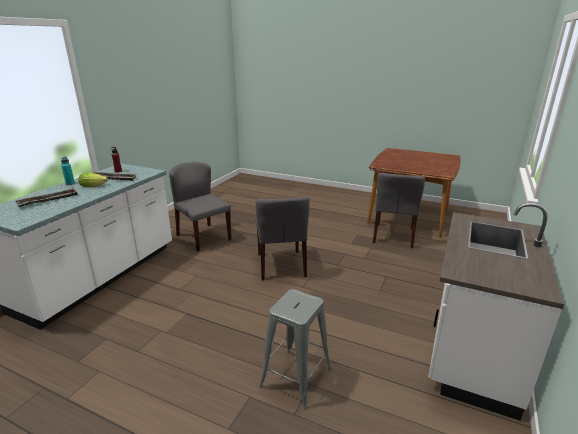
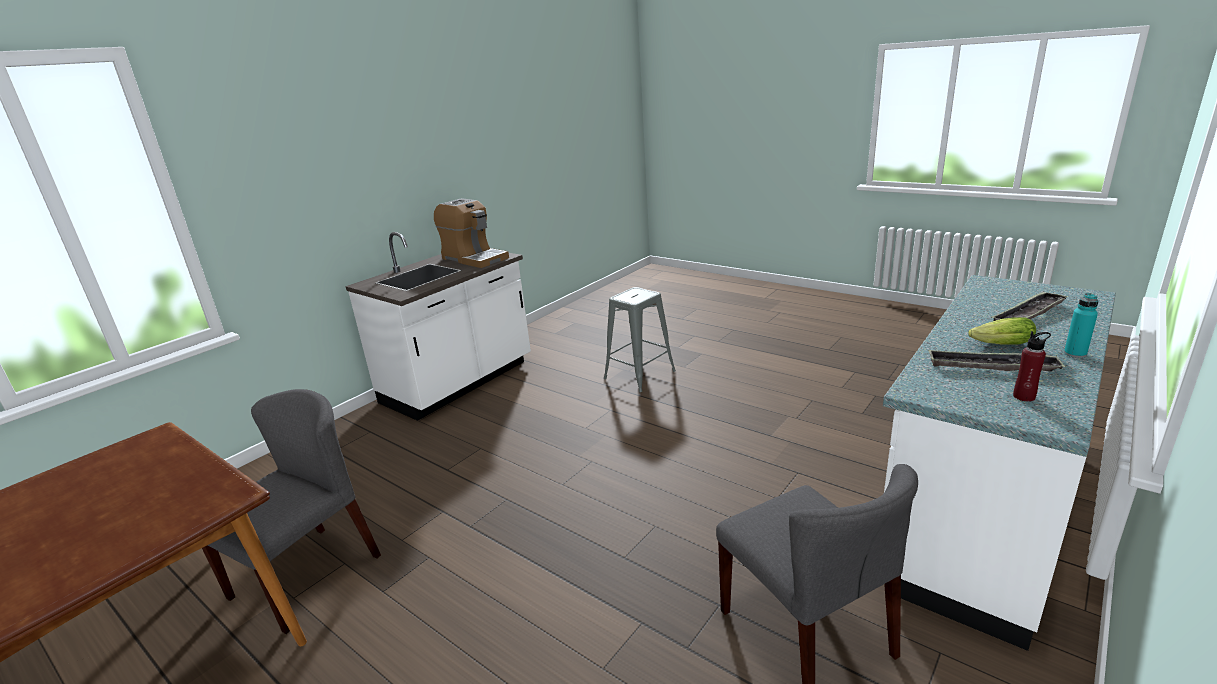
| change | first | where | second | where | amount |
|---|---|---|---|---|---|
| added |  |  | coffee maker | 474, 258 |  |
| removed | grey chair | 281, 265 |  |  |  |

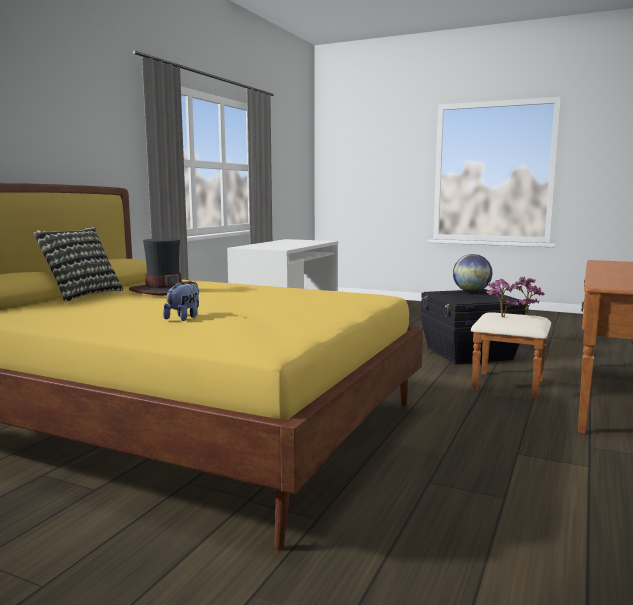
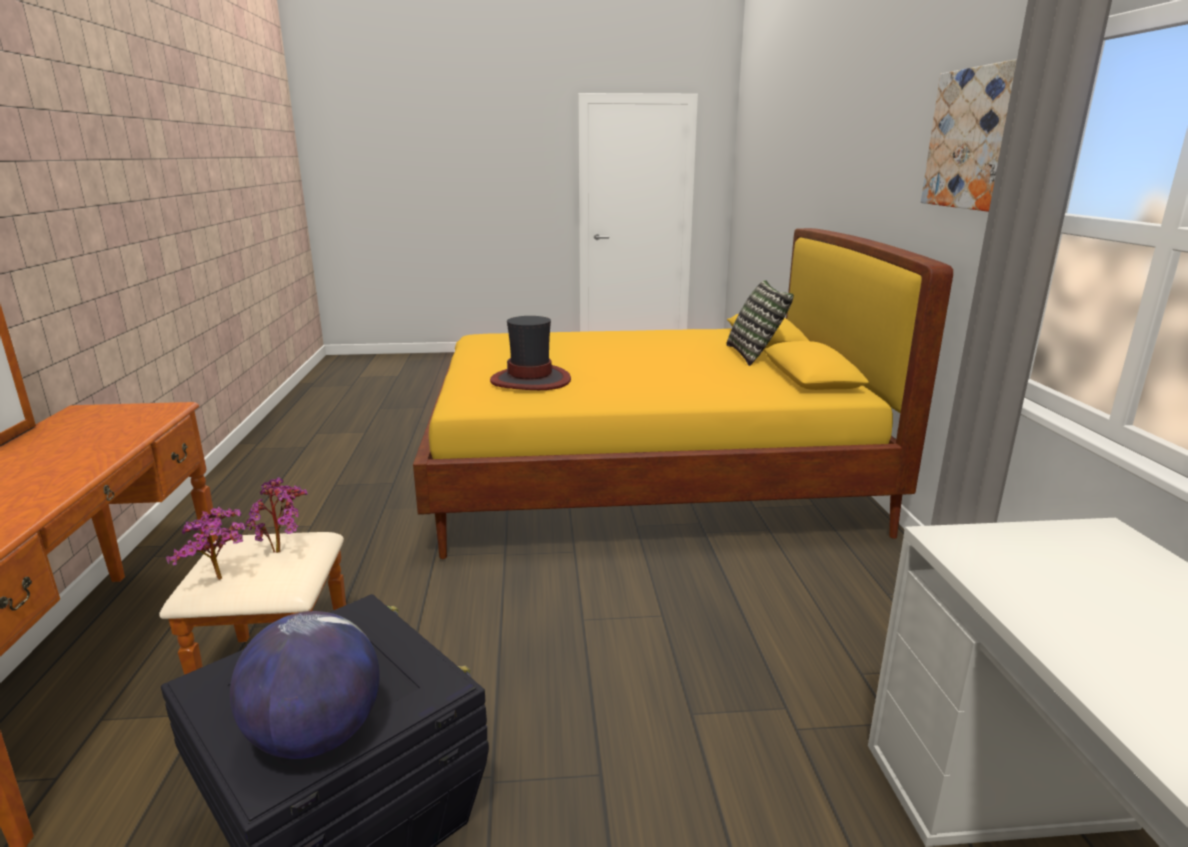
| change | first | where | second | where | amount |
|---|---|---|---|---|---|
| moved | hat | 163, 290 |  | 531, 380 |  |
| added |  |  | wall art | 973, 139 |  |
| removed | soft toy | 184, 318 |  |  |  |

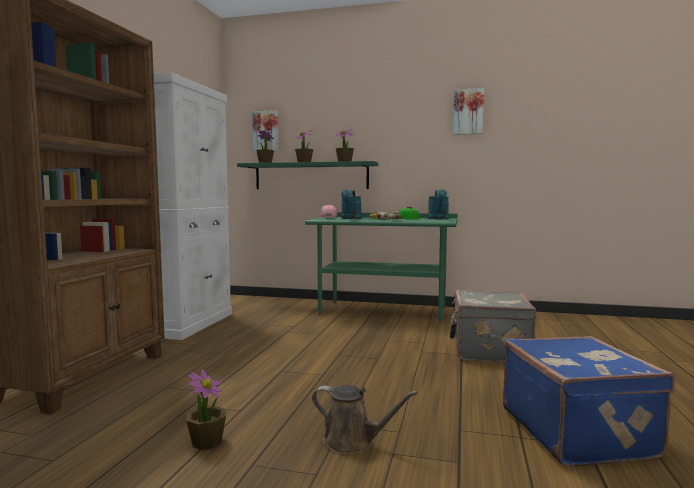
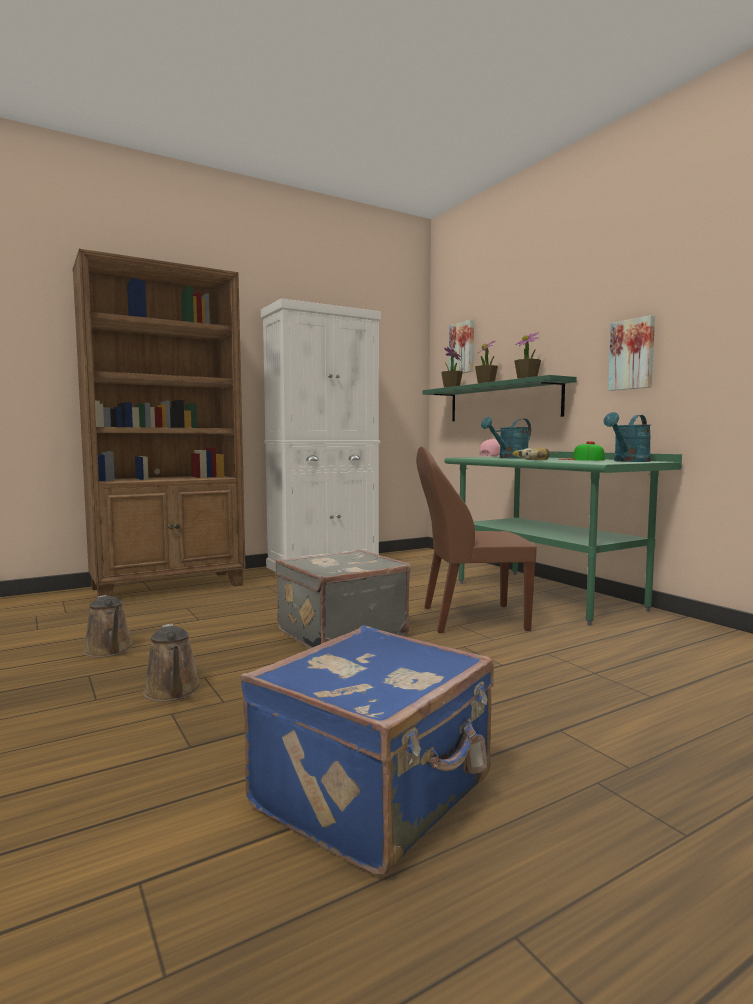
| change | first | where | second | where | amount |
|---|---|---|---|---|---|
| replaced | houseplant | 207, 442 | brown-coloured sprinkling can | 110, 650 |  |
| moved | grey travel case | 488, 350 |  | 339, 632 |  |
| added |  |  | brown-coloured chair | 470, 618 |  |
| moved | wall art | 468, 112 |  | 632, 354 |  |

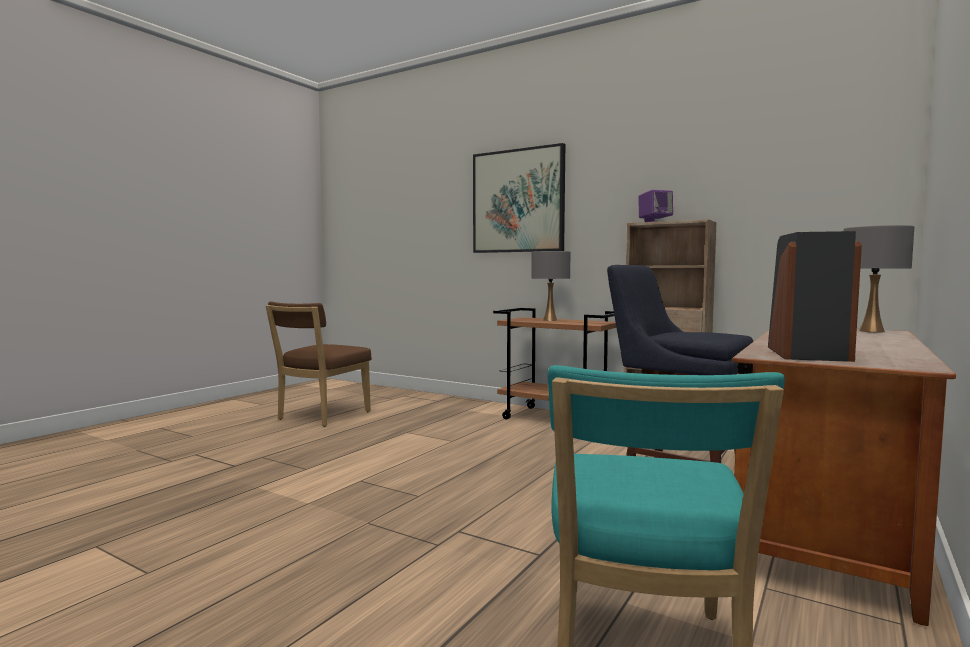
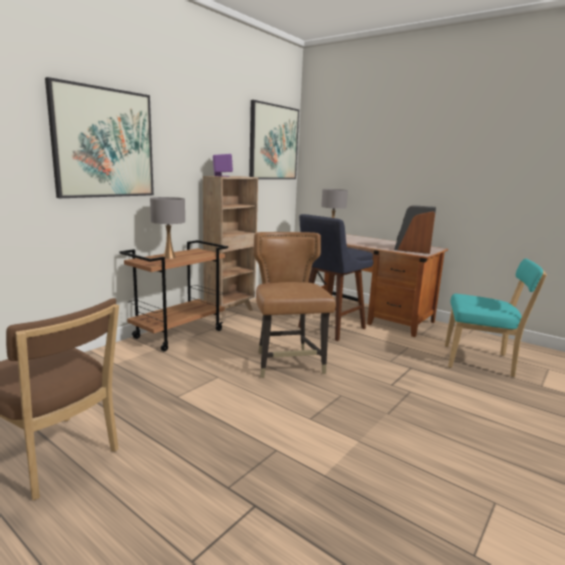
| change | first | where | second | where | amount |
|---|---|---|---|---|---|
| added |  |  | wall art | 273, 142 |  |
| added |  |  | brown-coloured chair | 287, 363 |  |

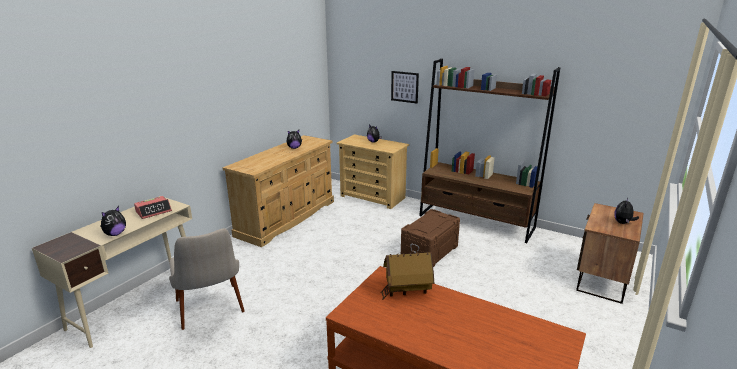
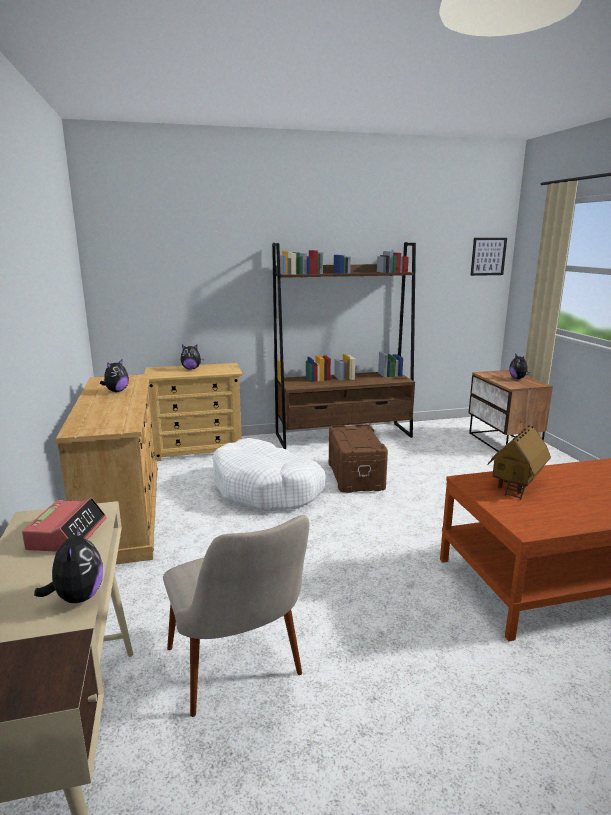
| change | first | where | second | where | amount |
|---|---|---|---|---|---|
| turned | beige chair | 212, 313 |  | 241, 677 | 45 degrees clockwise |
| added |  |  | whitish pet bed | 267, 489 |  |
| moved | wall art | 404, 87 |  | 488, 256 |  |

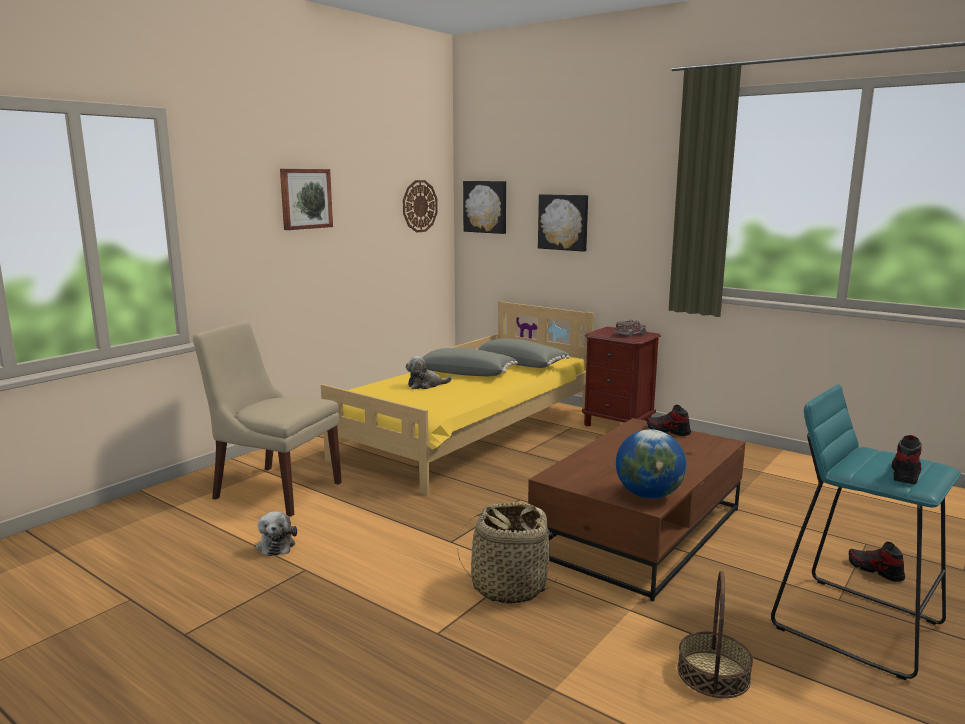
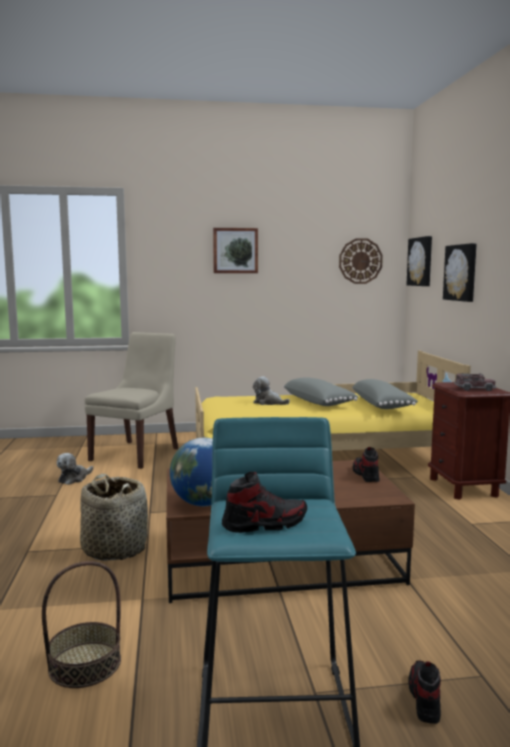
| change | first | where | second | where | amount |
|---|---|---|---|---|---|
| turned | beige chair | 274, 490 |  | 136, 453 | 45 degrees clockwise |

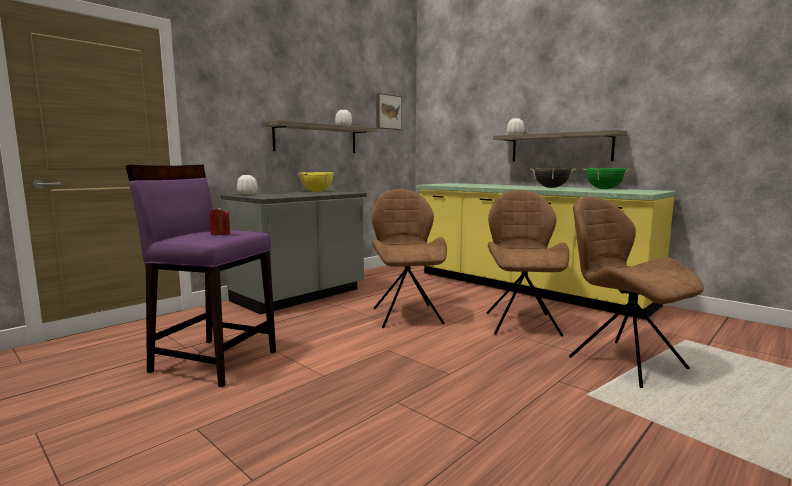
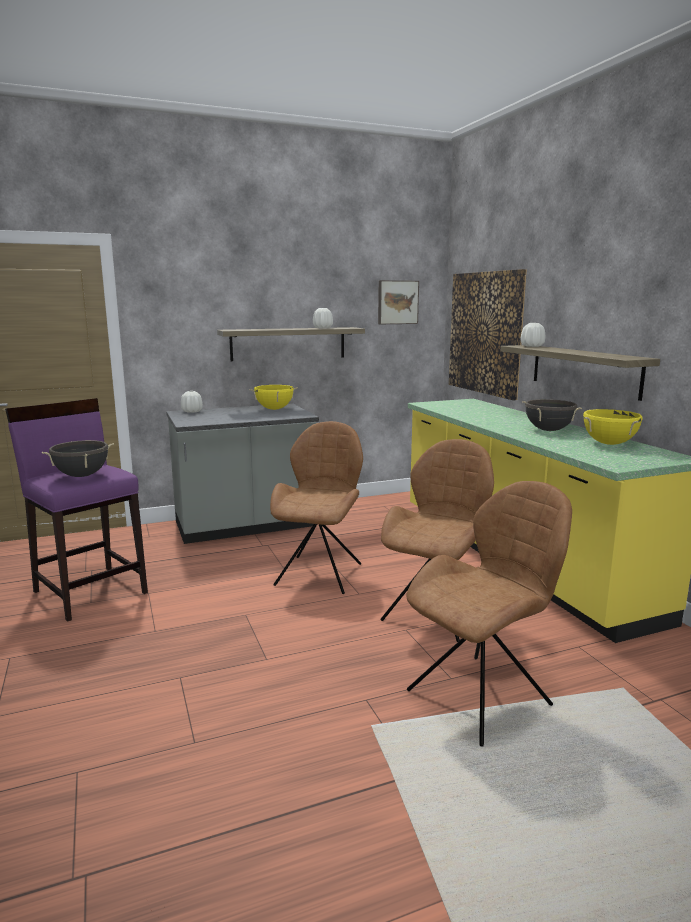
| change | first | where | second | where | amount |
|---|---|---|---|---|---|
| replaced | reddish candle | 220, 234 | black-coloured cooking pot | 82, 476 |  |
| turned | brown-coloured chair | 623, 361 |  | 482, 696 | 60 degrees clockwise |
| added |  |  | wall art | 485, 333 |  |
| recoloured | green-coloured cooking pot | 604, 189 | yellow-coloured cooking pot | 609, 443 |  |

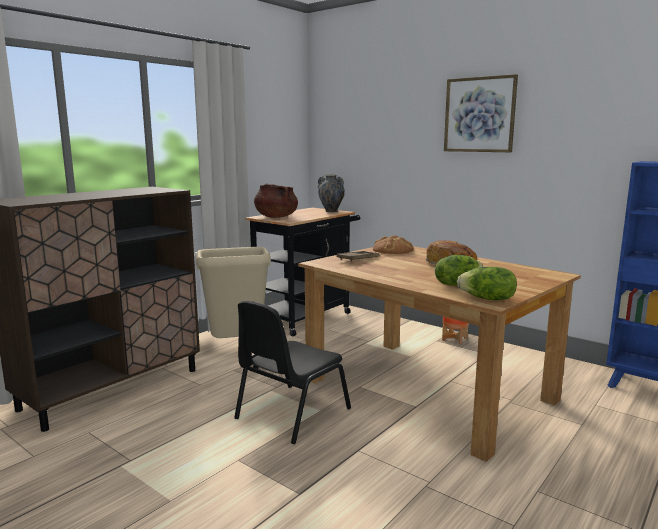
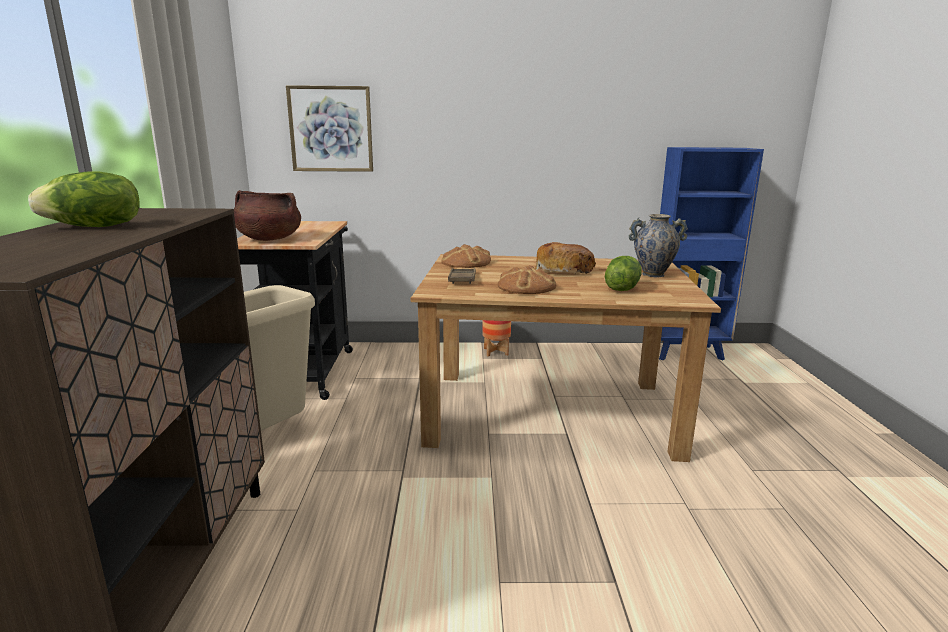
| change | first | where | second | where | amount |
|---|---|---|---|---|---|
| moved | lettuce head | 487, 299 |  | 95, 227 |  |
| moved | wall art | 479, 115 |  | 331, 129 |  |
| added |  |  | bread | 526, 287 |  |
| moved | vase | 331, 211 |  | 653, 274 |  |
| removed | black-coloured chair | 290, 413 |  |  |  |

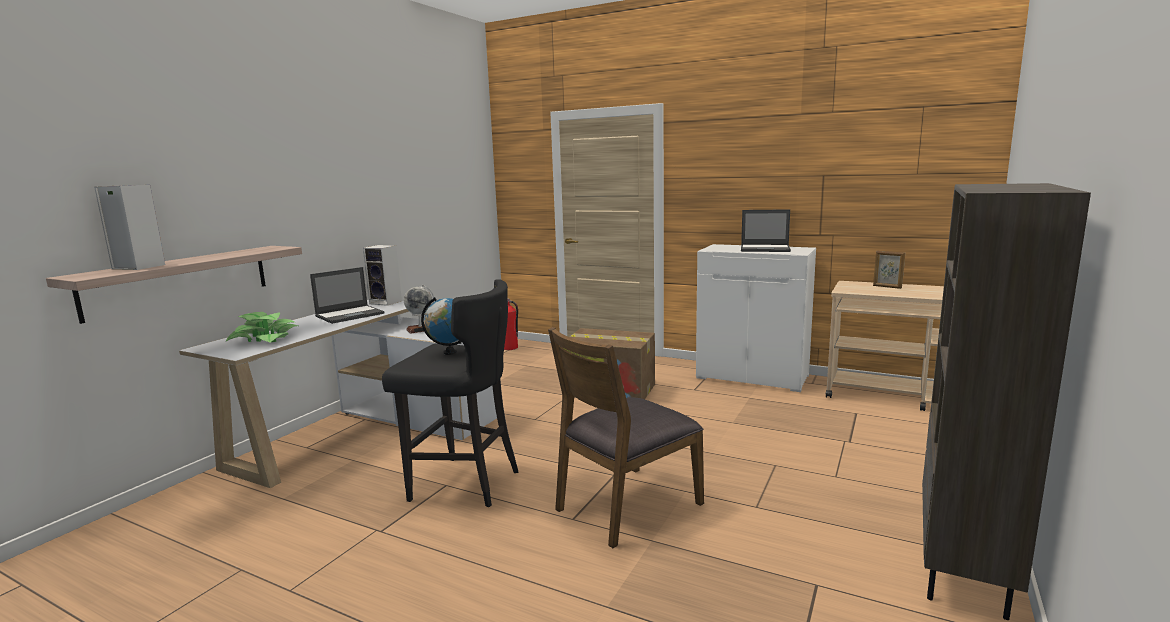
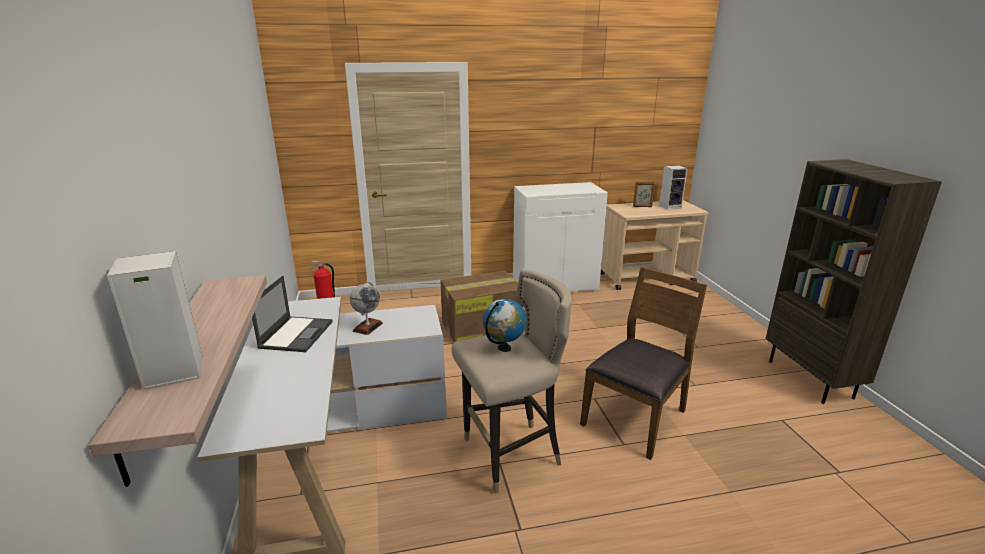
| change | first | where | second | where | amount |
|---|---|---|---|---|---|
| recoloured | black-coloured stool | 464, 483 | beige stool | 510, 455 |  |
| turned | brown-coloured chair | 626, 505 |  | 636, 418 | 150 degrees counterclockwise |
| moved | audio speaker | 387, 302 |  | 670, 206 |  |
| removed | houseplant | 265, 339 |  |  |  |
| removed | laptop | 765, 249 |  |  |  |

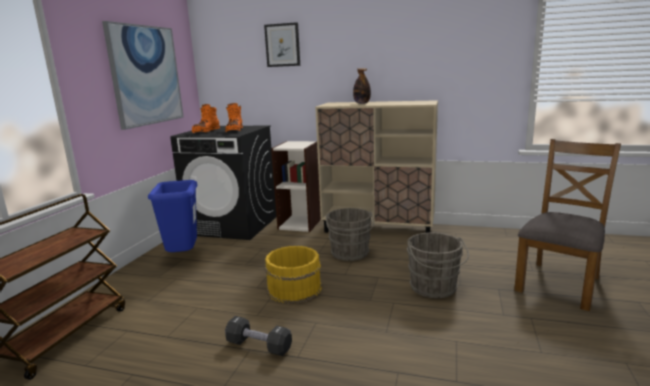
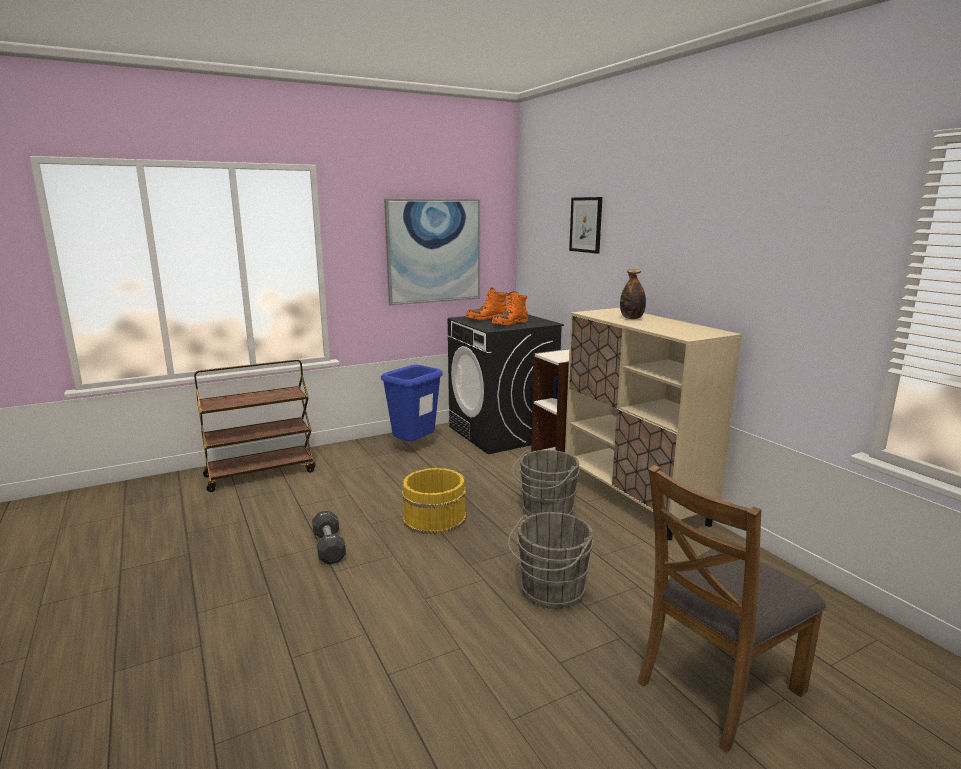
| change | first | where | second | where | amount |
|---|---|---|---|---|---|
| turned | brown-coloured chair | 559, 284 |  | 718, 686 | 150 degrees clockwise |

